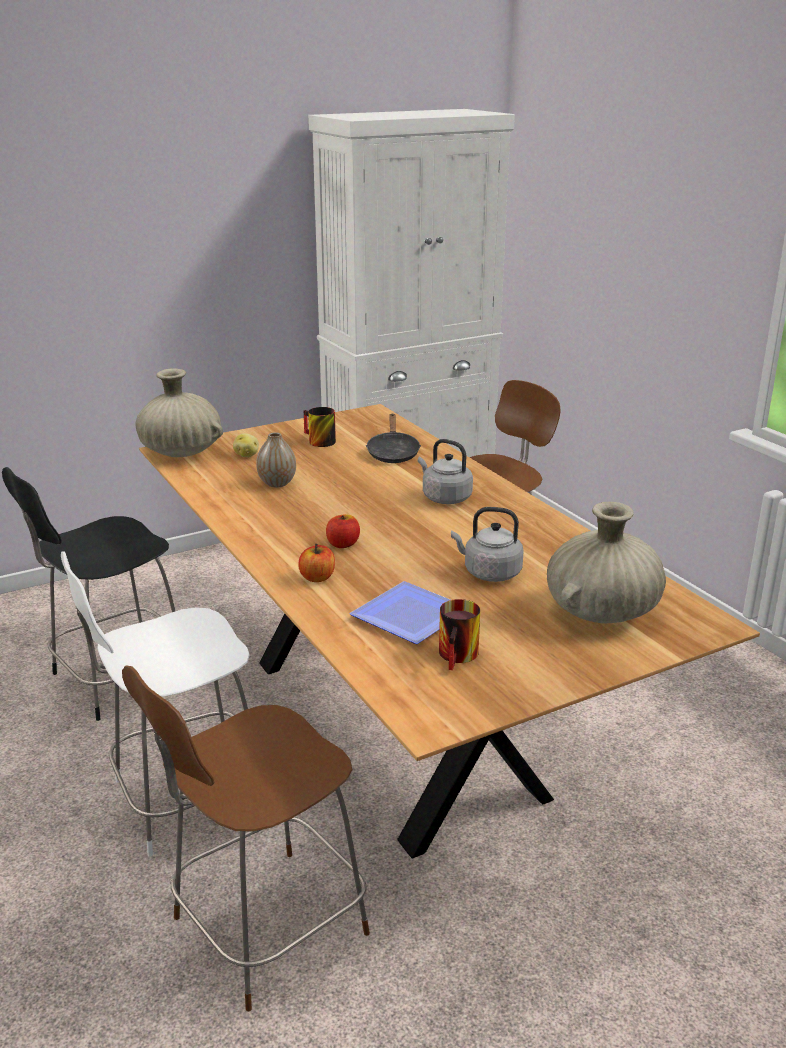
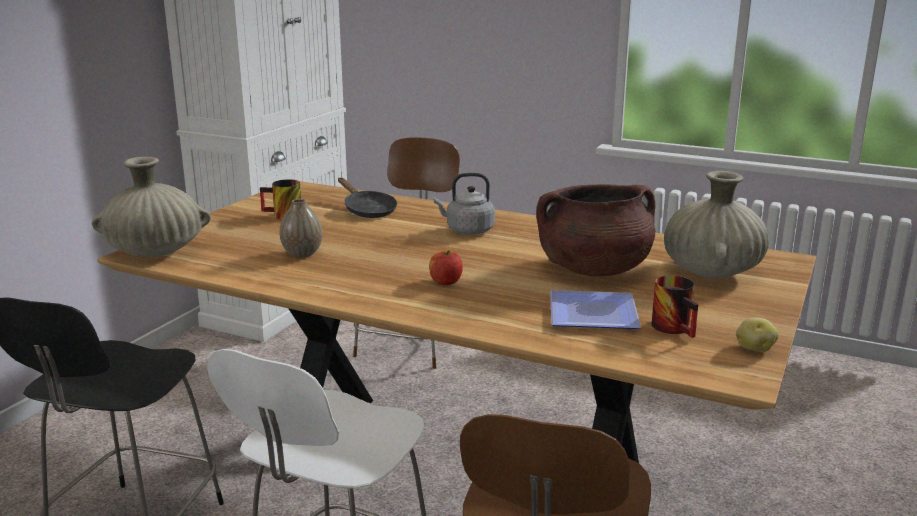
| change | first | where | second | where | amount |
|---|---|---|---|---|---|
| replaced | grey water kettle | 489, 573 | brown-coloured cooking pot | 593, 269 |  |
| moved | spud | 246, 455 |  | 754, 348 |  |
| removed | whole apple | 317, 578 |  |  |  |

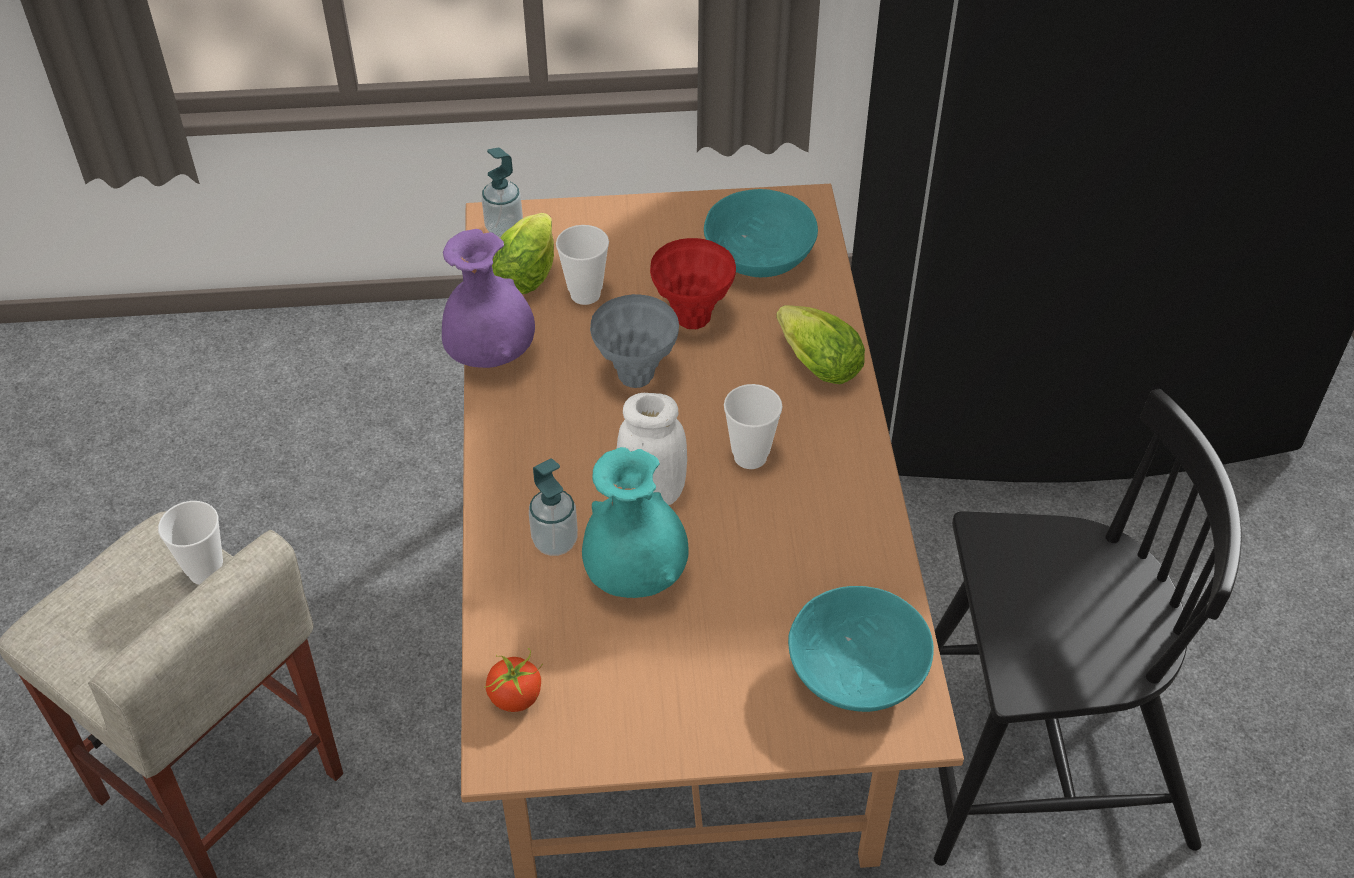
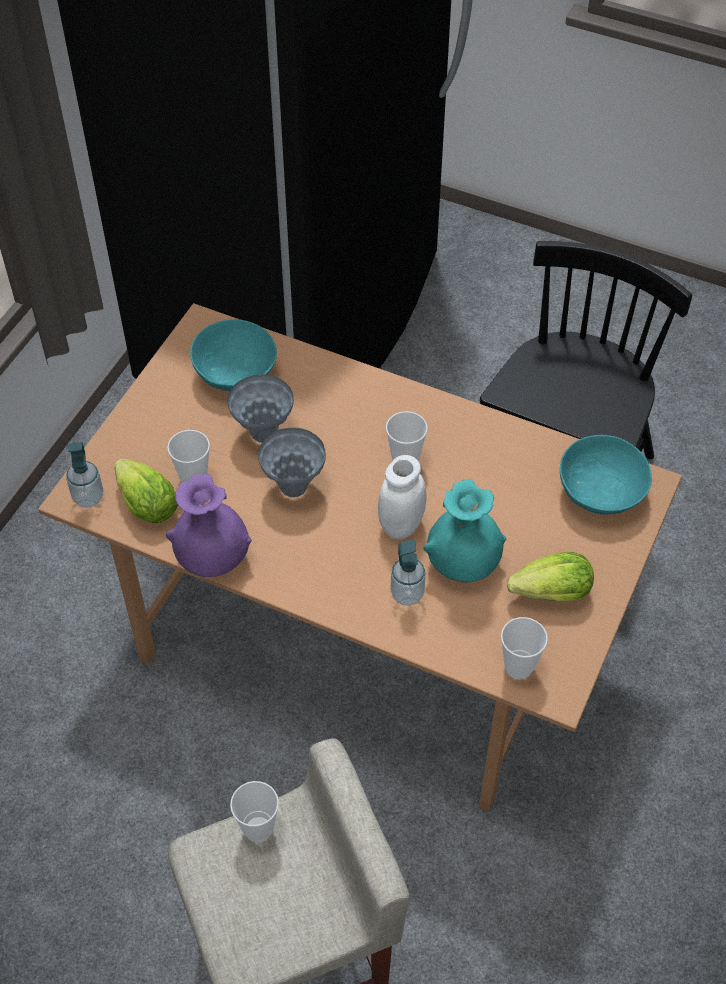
| change | first | where | second | where | amount |
|---|---|---|---|---|---|
| recoloured | reddish vase | 692, 319 | grey vase | 263, 434 |  |
| replaced | fresh tomato | 515, 697 | cup | 518, 668 |  |
| moved | lettuce head | 814, 362 |  | 546, 594 |  |

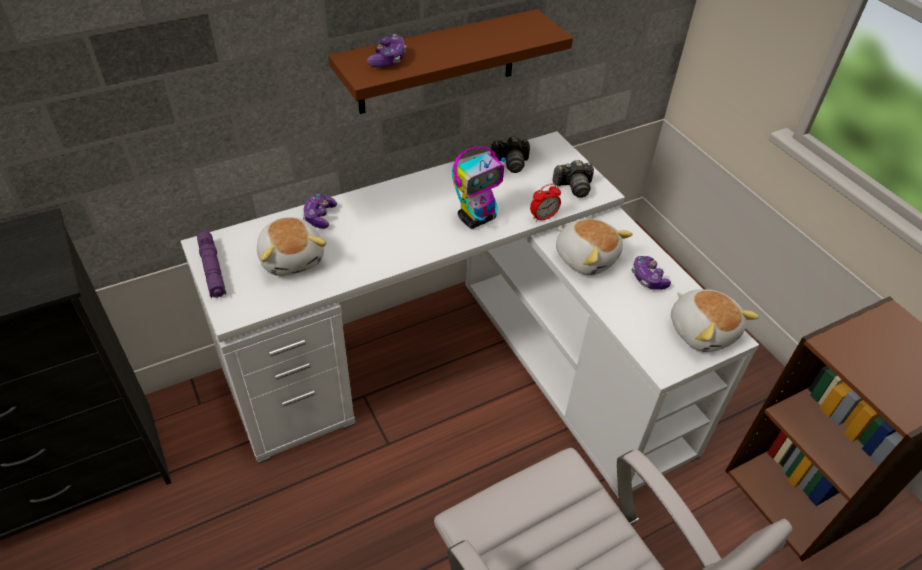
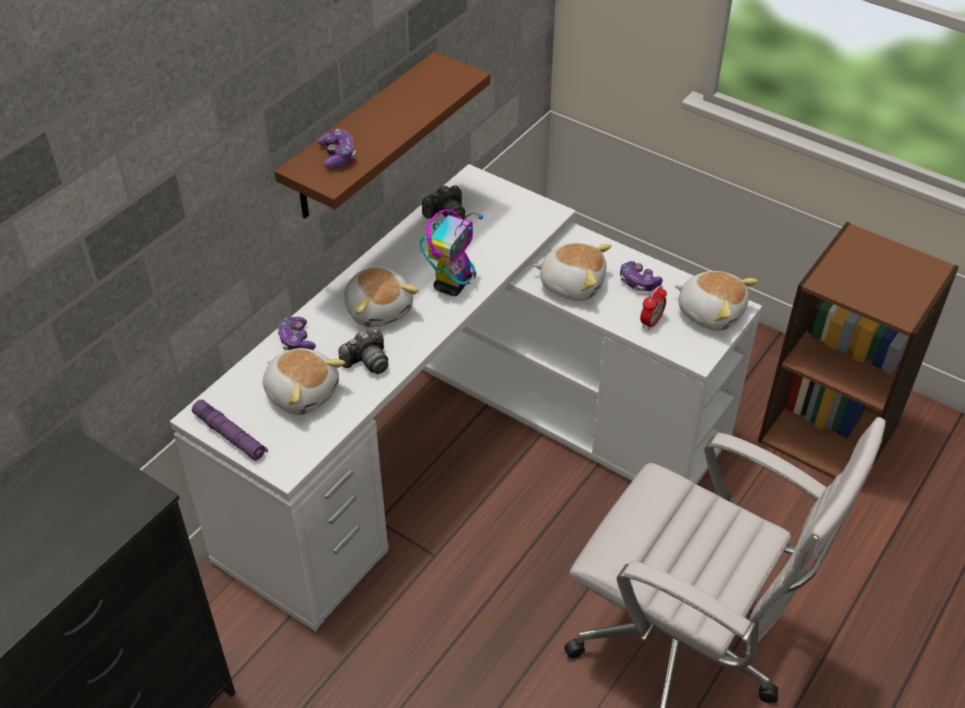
| change | first | where | second | where | amount |
|---|---|---|---|---|---|
| moved | photo camera | 573, 187 |  | 367, 361 |  |
| added |  |  | soft toy | 379, 309 |  |
| moved | bedside clock | 543, 217 |  | 651, 322 |  |

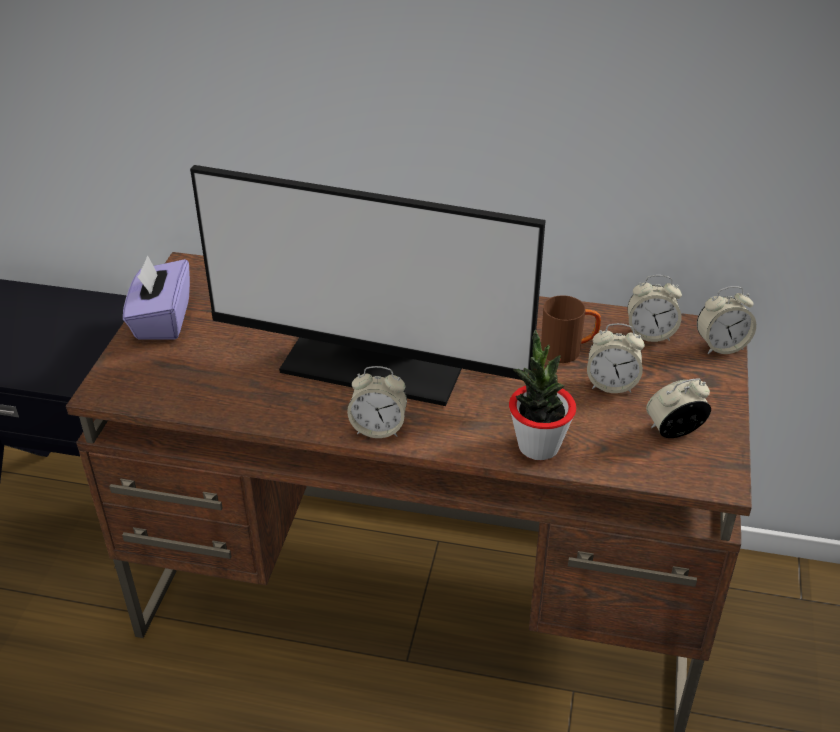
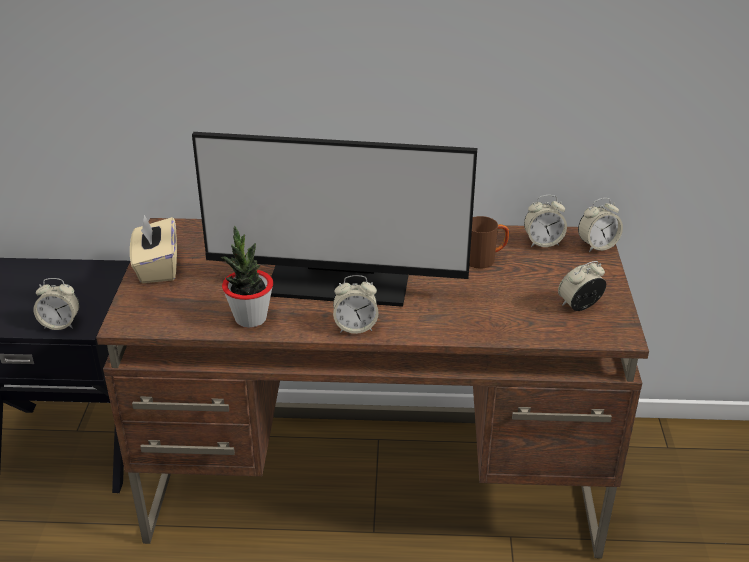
| change | first | where | second | where | amount |
|---|---|---|---|---|---|
| moved | bedside clock | 611, 384 |  | 60, 324 |  |
| recoloured | purplish tissue holder | 162, 320 | beige tissue holder | 157, 267 |  |
| moved | houseplant | 538, 446 |  | 250, 318 |  |

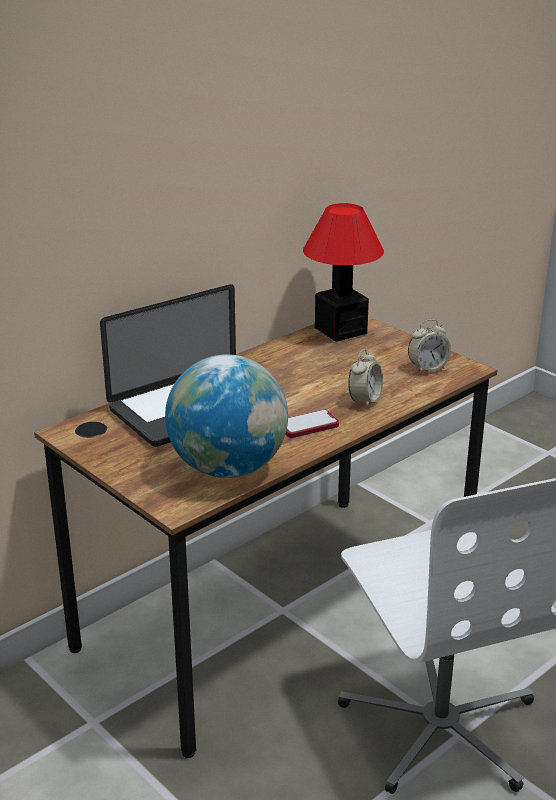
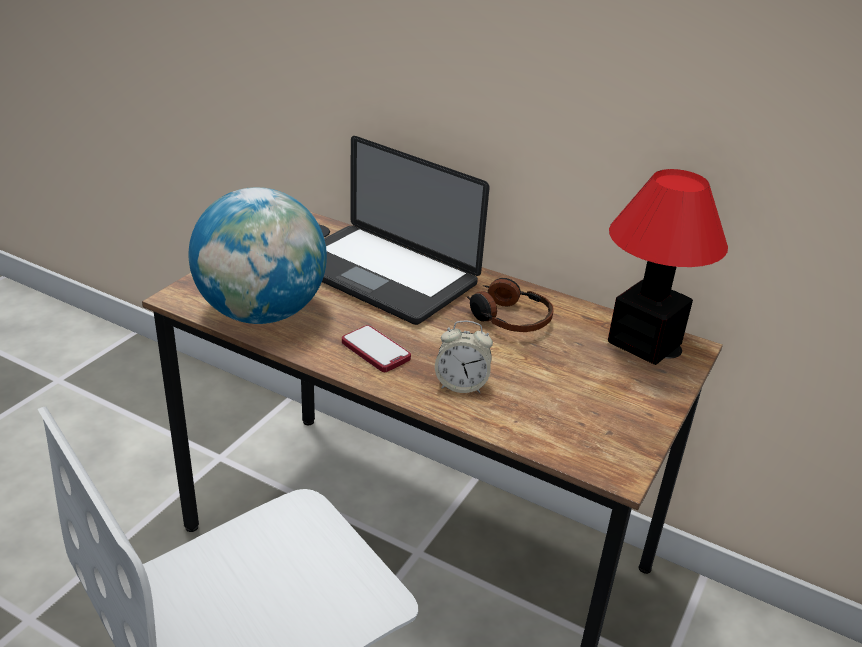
| change | first | where | second | where | amount |
|---|---|---|---|---|---|
| added |  |  | pair of headphones | 508, 318 |  |
| removed | bedside clock | 427, 368 |  |  |  |

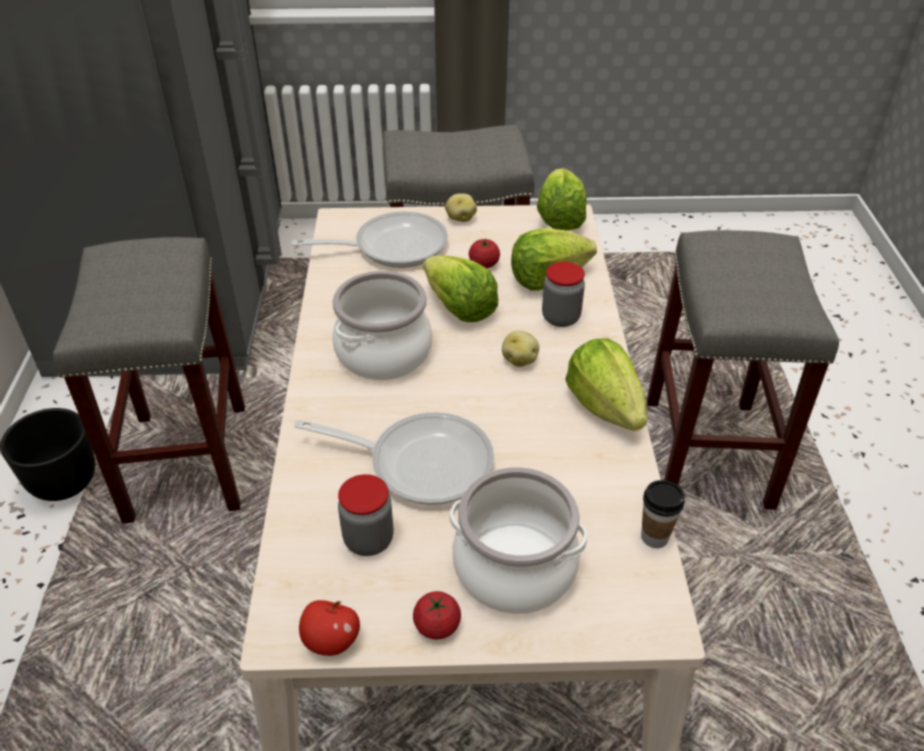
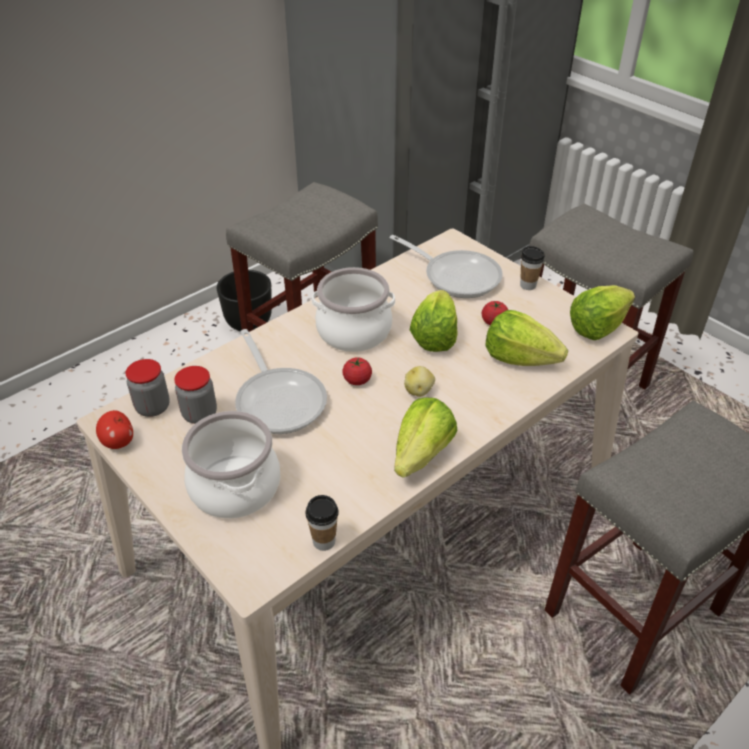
| change | first | where | second | where | amount |
|---|---|---|---|---|---|
| moved | storage jar | 561, 318 |  | 153, 407 |  |
| moved | fresh tomato | 437, 626 |  | 357, 380 |  |
| replaced | spud | 460, 218 | cup | 528, 285 |  |

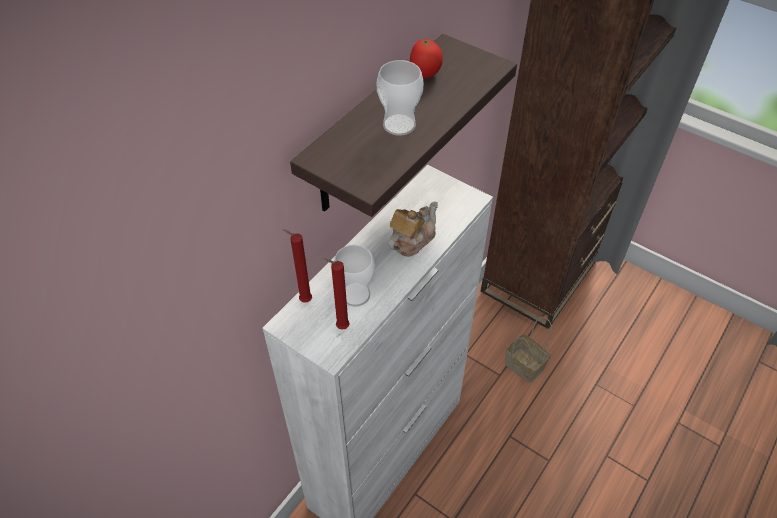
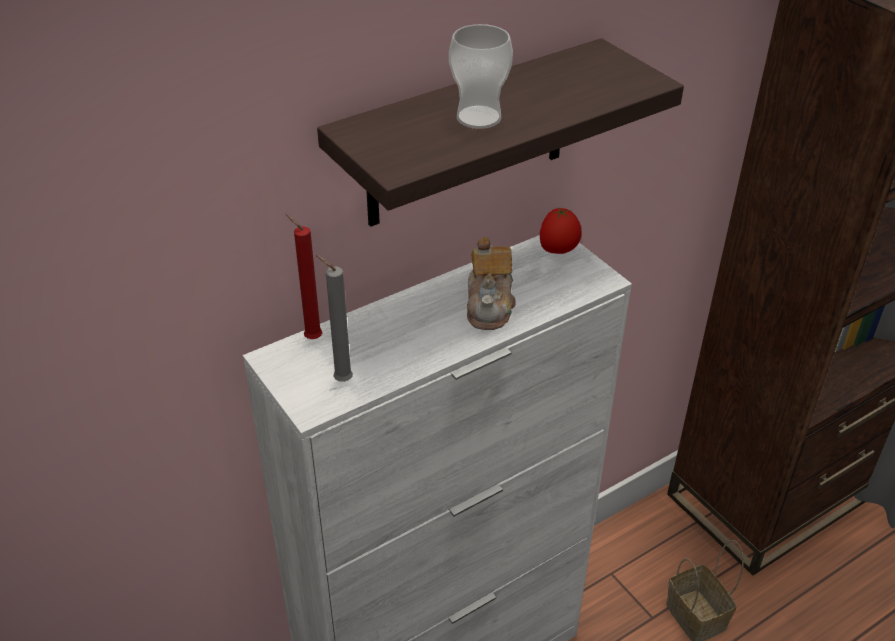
| change | first | where | second | where | amount |
|---|---|---|---|---|---|
| recoloured | reddish candle | 340, 327 | grey candle | 340, 380 |  |
| turned | tea pot | 411, 240 |  | 490, 306 | 120 degrees clockwise |
| moved | fresh tomato | 425, 75 |  | 558, 251 |  |
| removed | cup | 355, 294 |  |  |  |

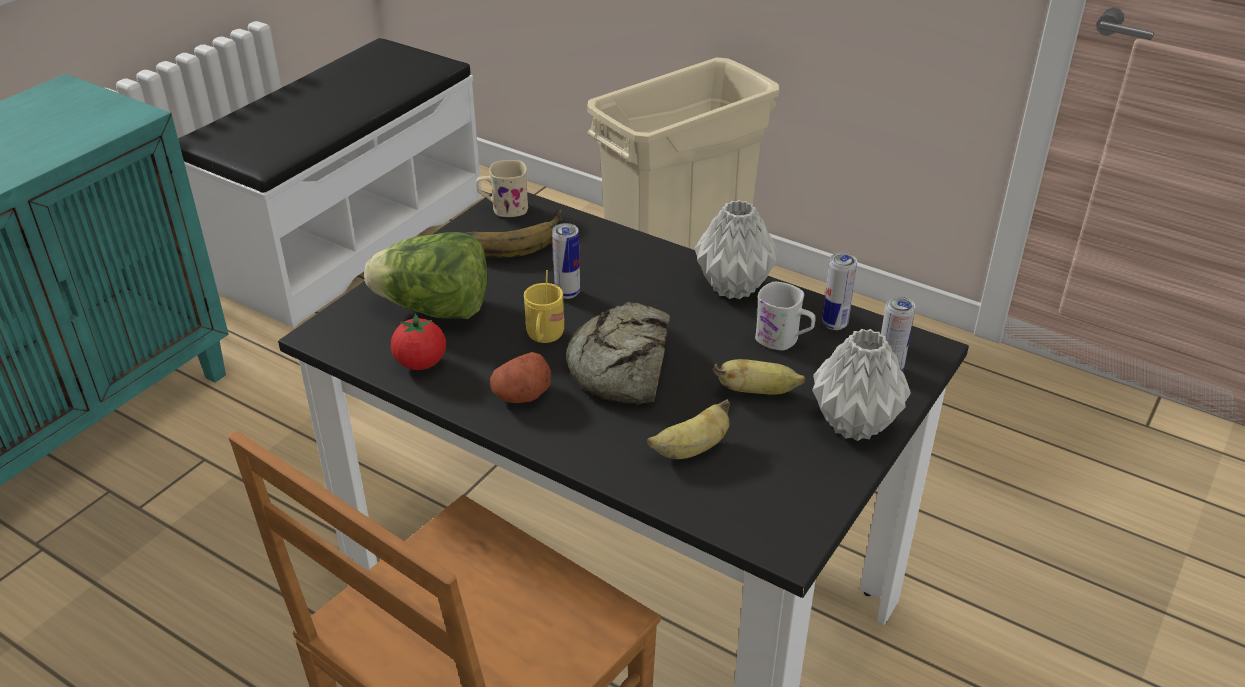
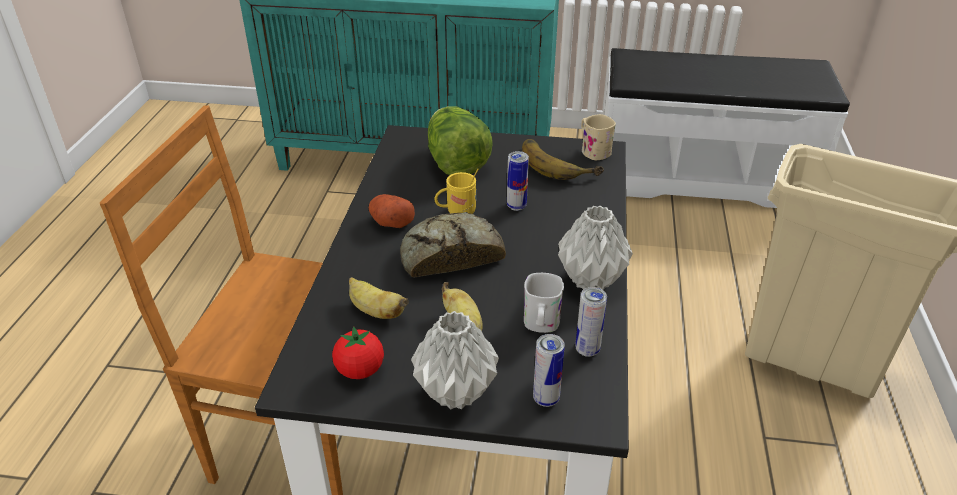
| change | first | where | second | where | amount |
|---|---|---|---|---|---|
| moved | fresh tomato | 421, 363 |  | 360, 370 |  |

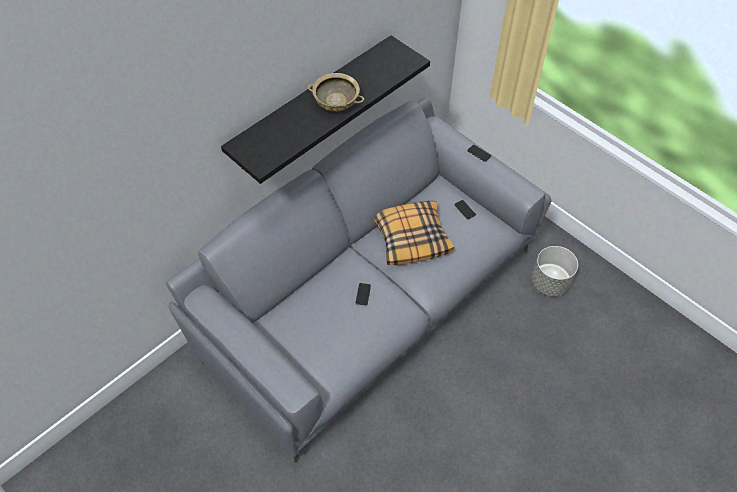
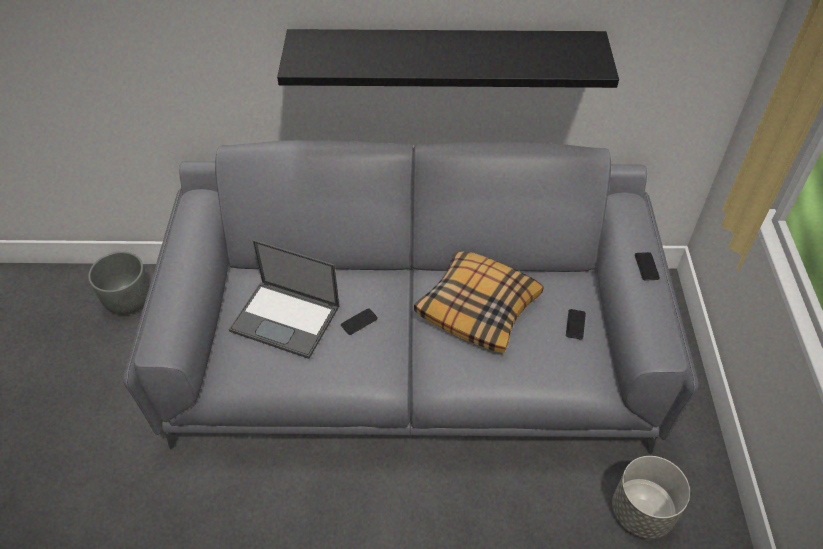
| change | first | where | second | where | amount |
|---|---|---|---|---|---|
| added |  |  | grey planter | 129, 299 |  |
| added |  |  | laptop | 286, 318 |  |
| removed | beige deep dish | 337, 103 |  |  |  |

